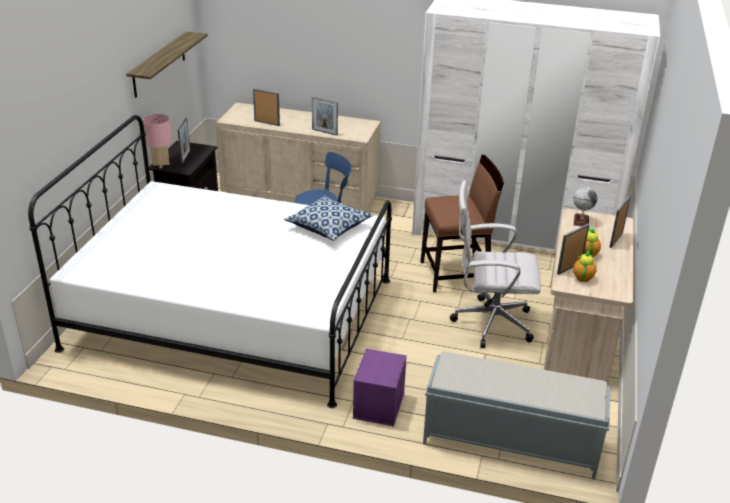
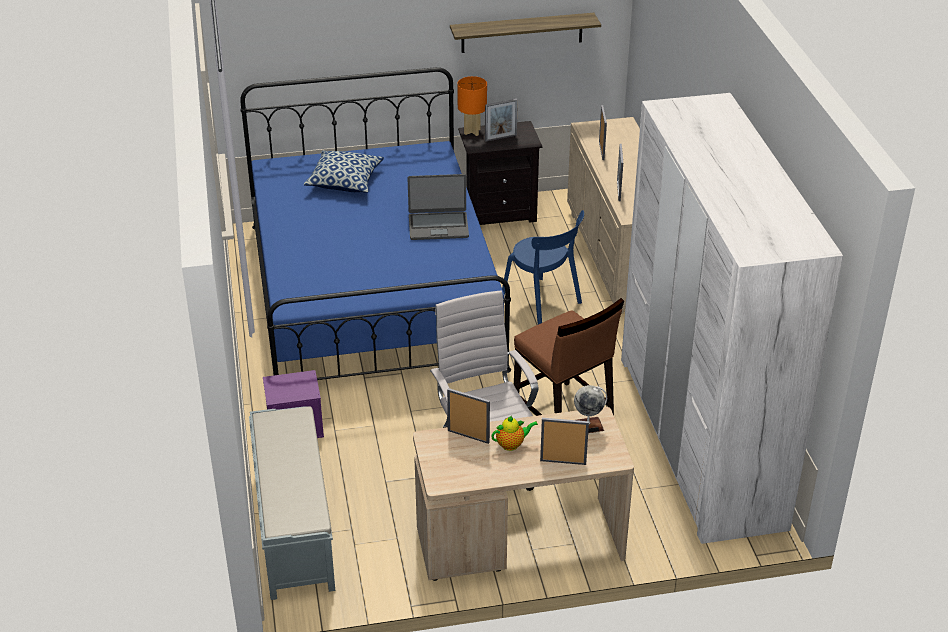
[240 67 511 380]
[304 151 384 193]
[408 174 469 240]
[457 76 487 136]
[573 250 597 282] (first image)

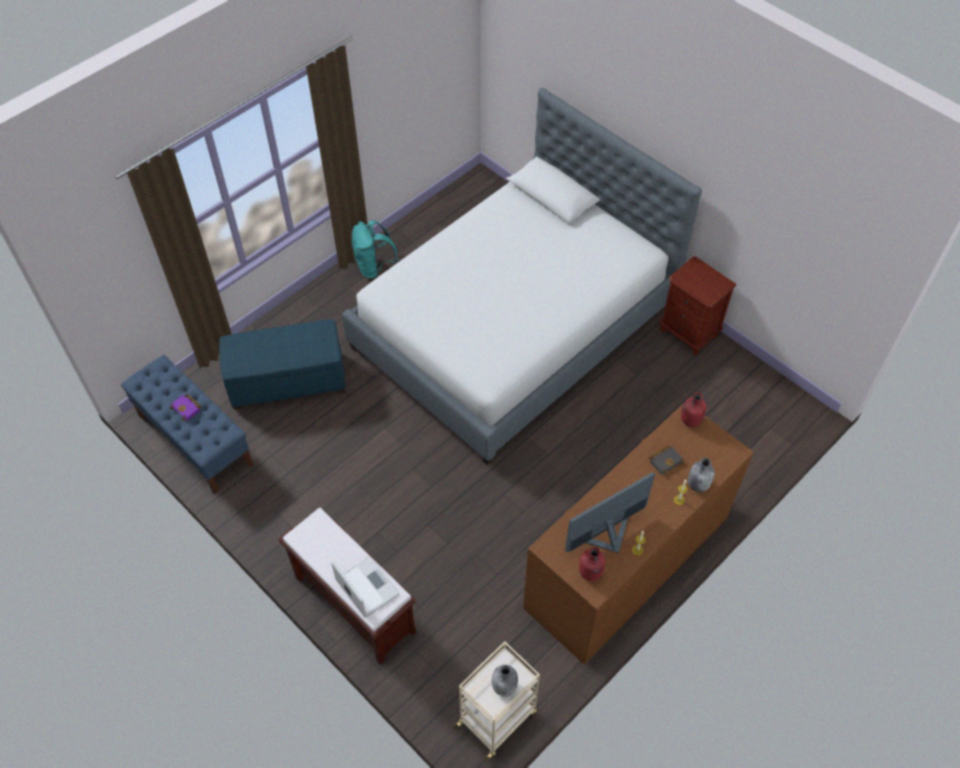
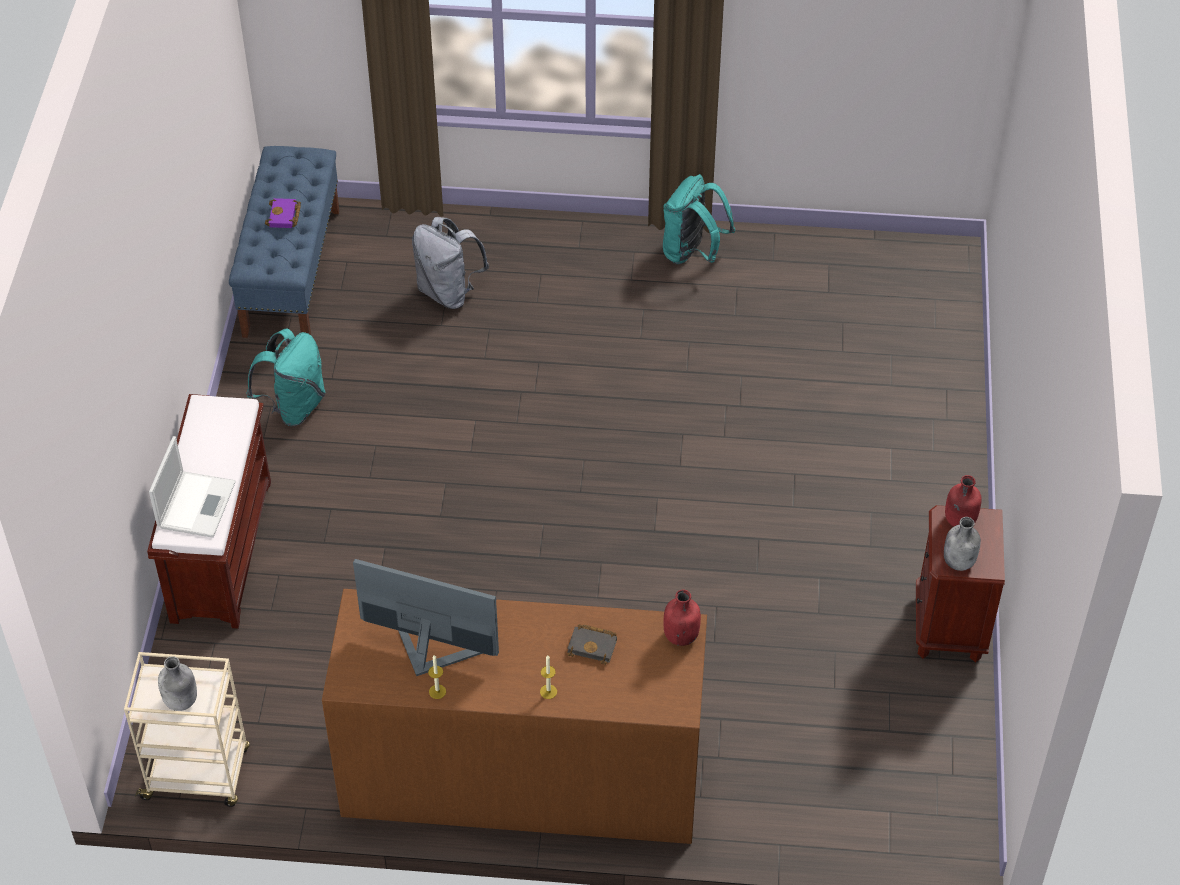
[246 328 326 426]
[412 217 489 309]
[944 517 981 571]
[945 475 982 527]
[342 88 702 465] (first image)

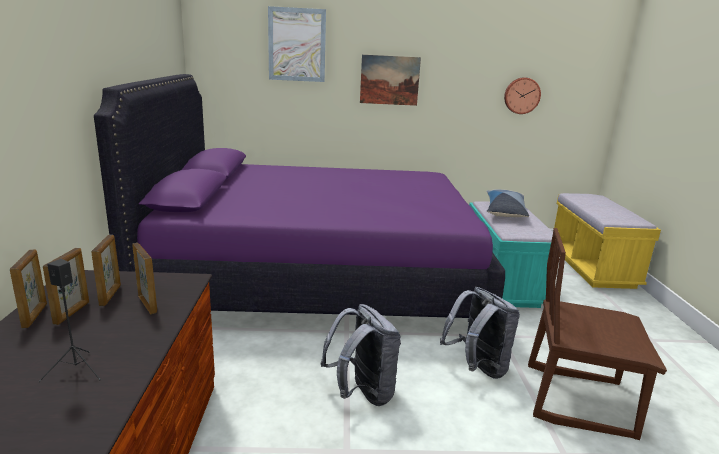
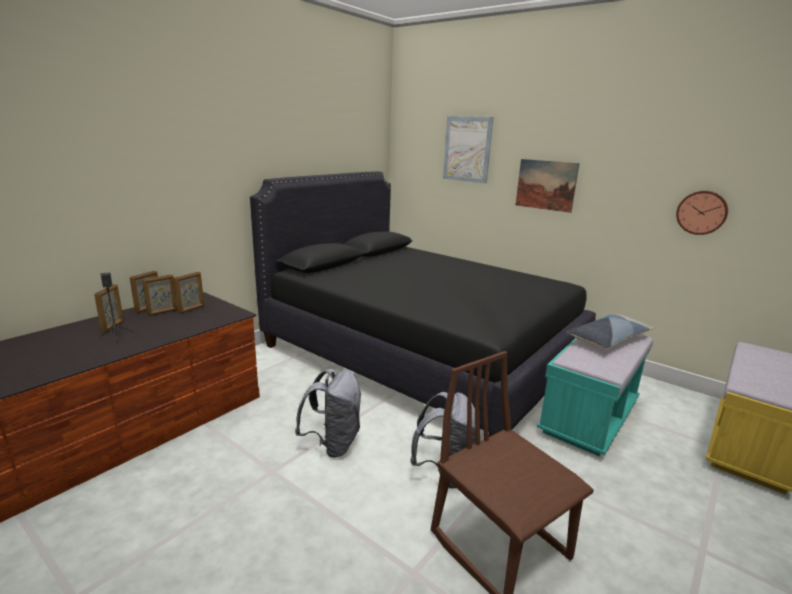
[94 284 124 333]
[250 171 596 437]

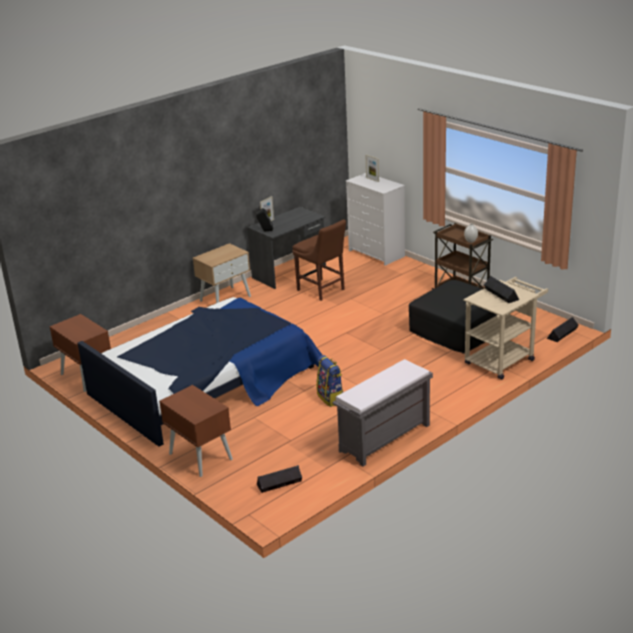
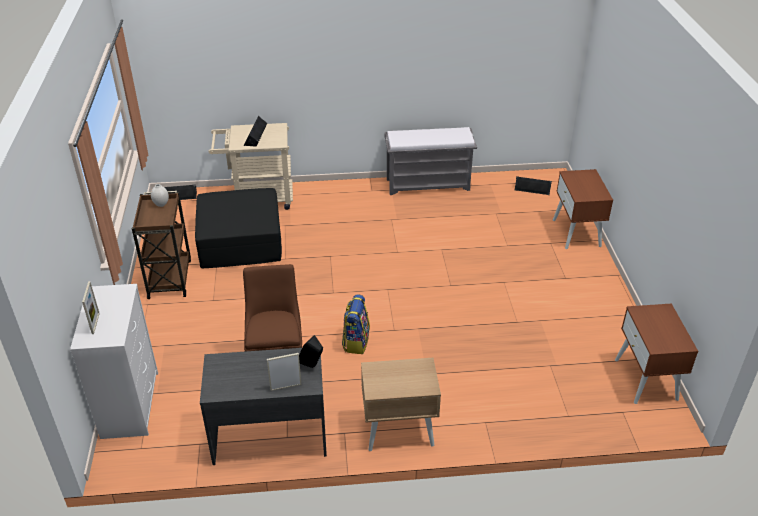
[342 294 370 354]
[78 297 322 447] (first image)

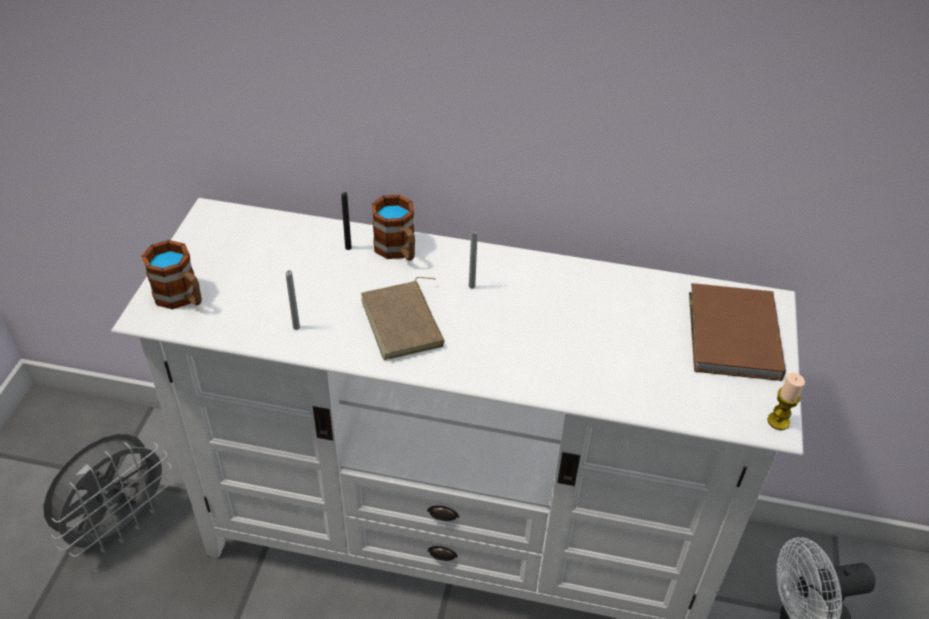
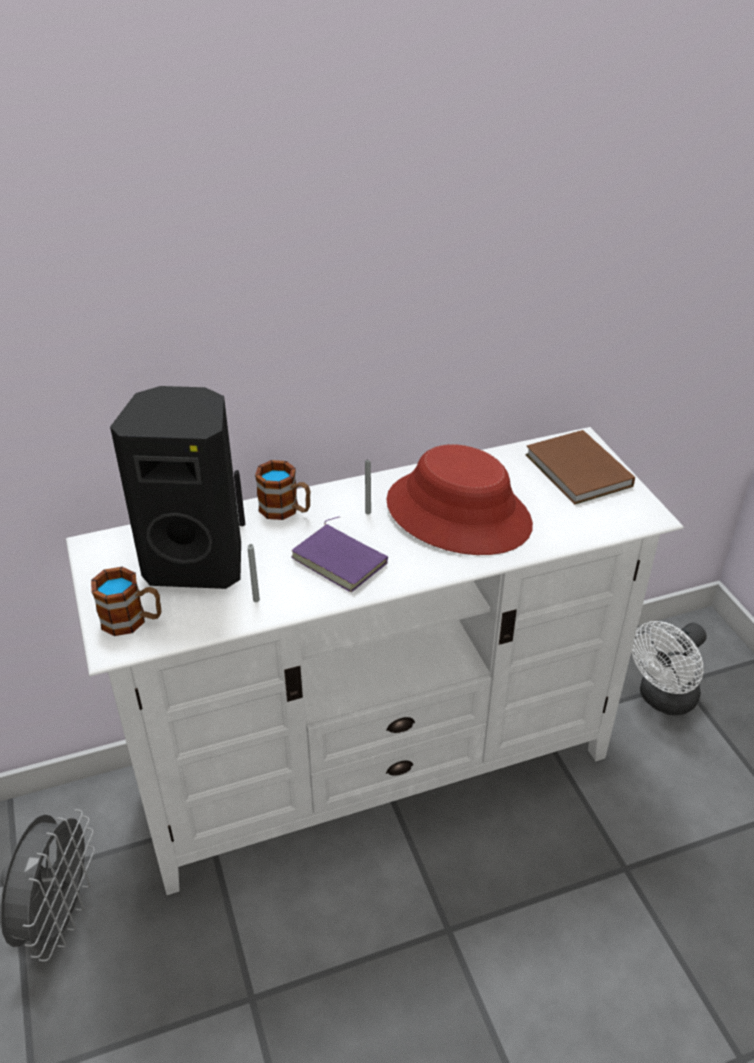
[110 386 241 589]
[291 516 388 592]
[386 444 533 555]
[767 373 805 430] (first image)

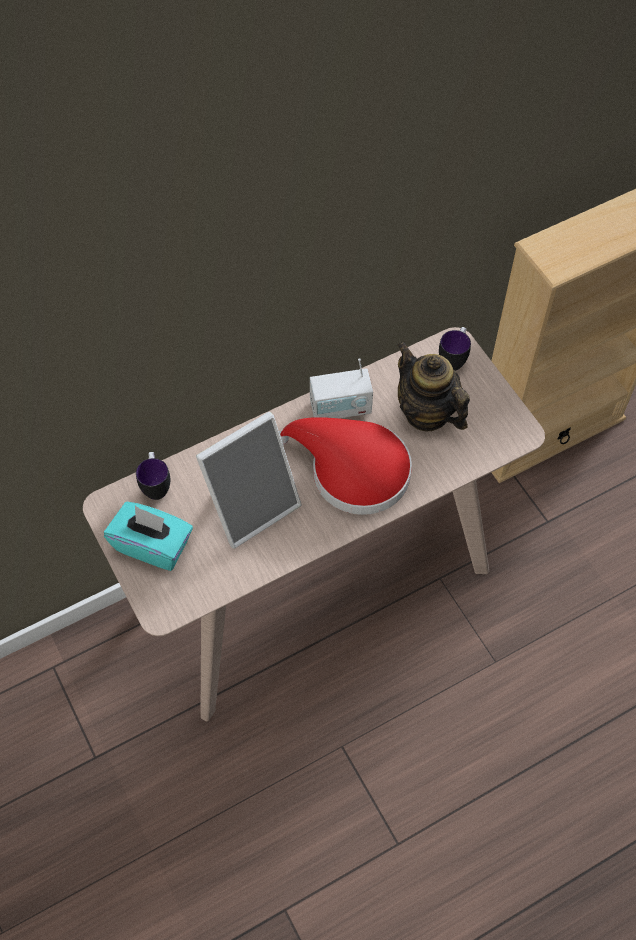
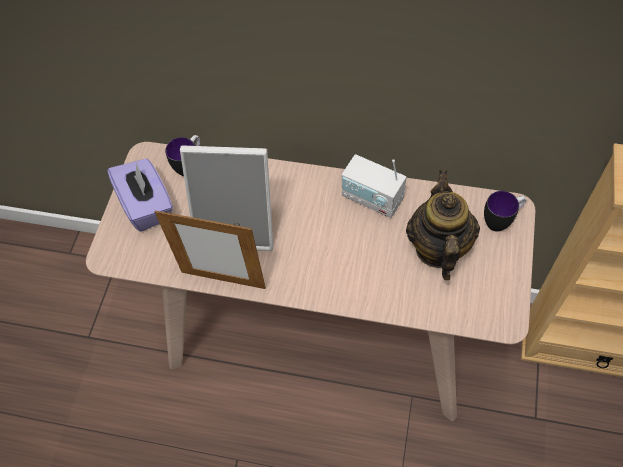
[107 159 173 232]
[155 210 266 289]
[279 417 412 515] (first image)

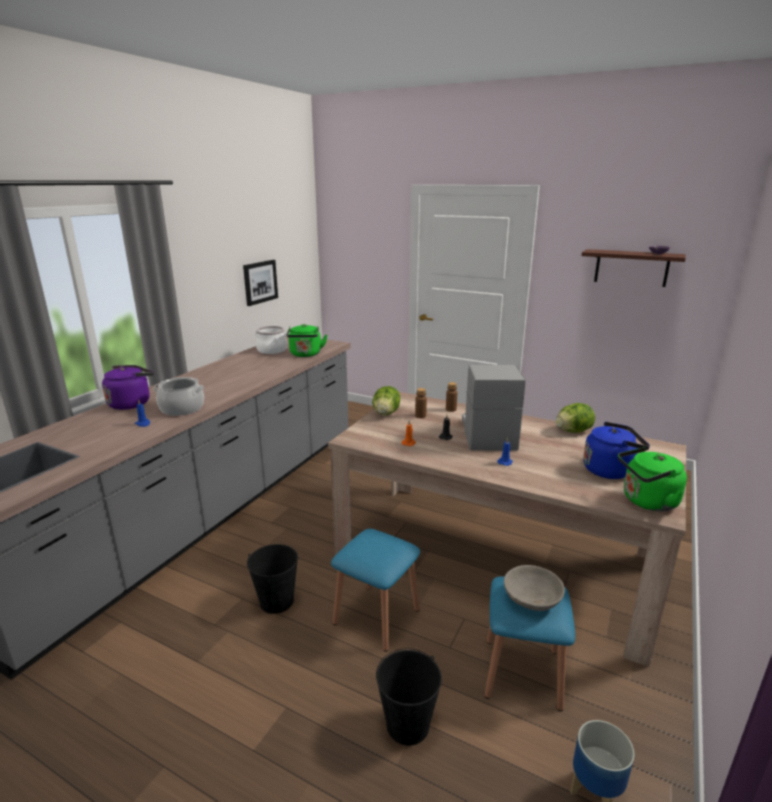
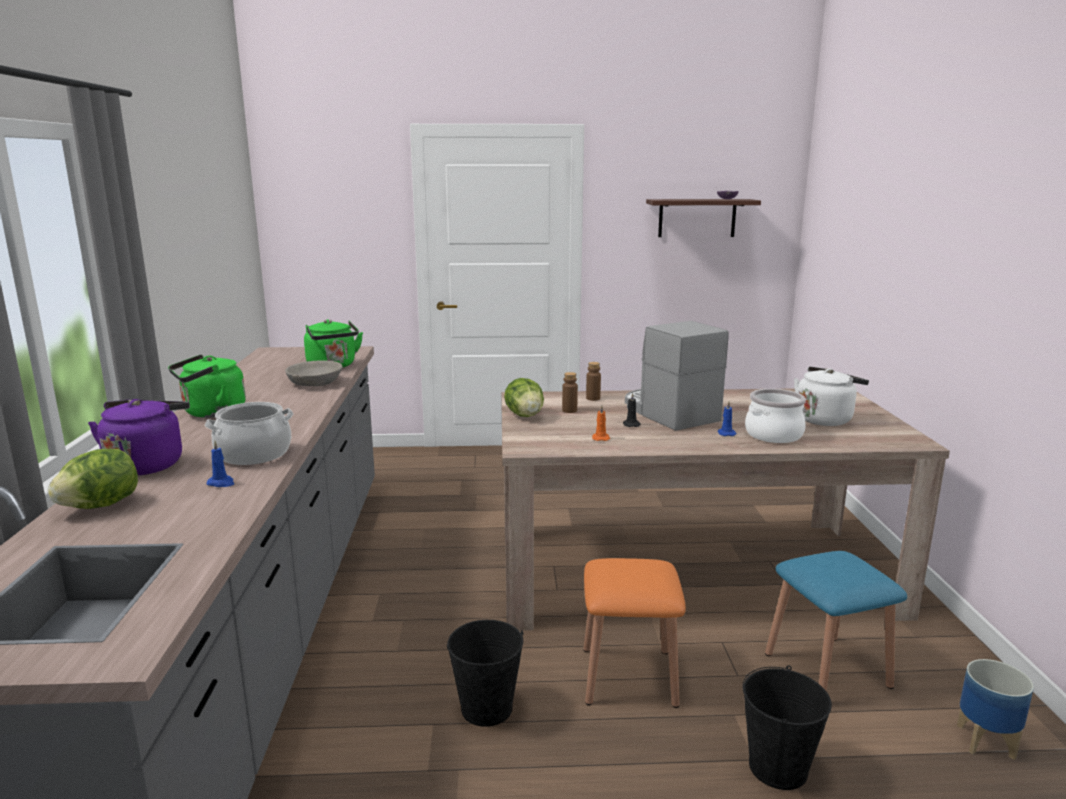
[48 449 138 509]
[168 354 246 418]
[285 360 342 386]
[583 558 686 708]
[745 389 806 443]
[794 367 869 426]
[243 260 278 306] (first image)

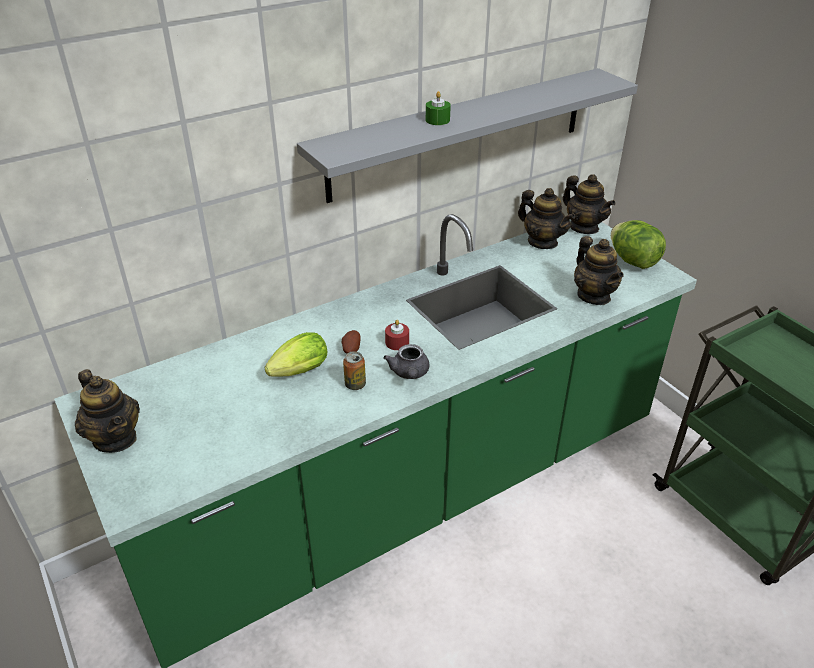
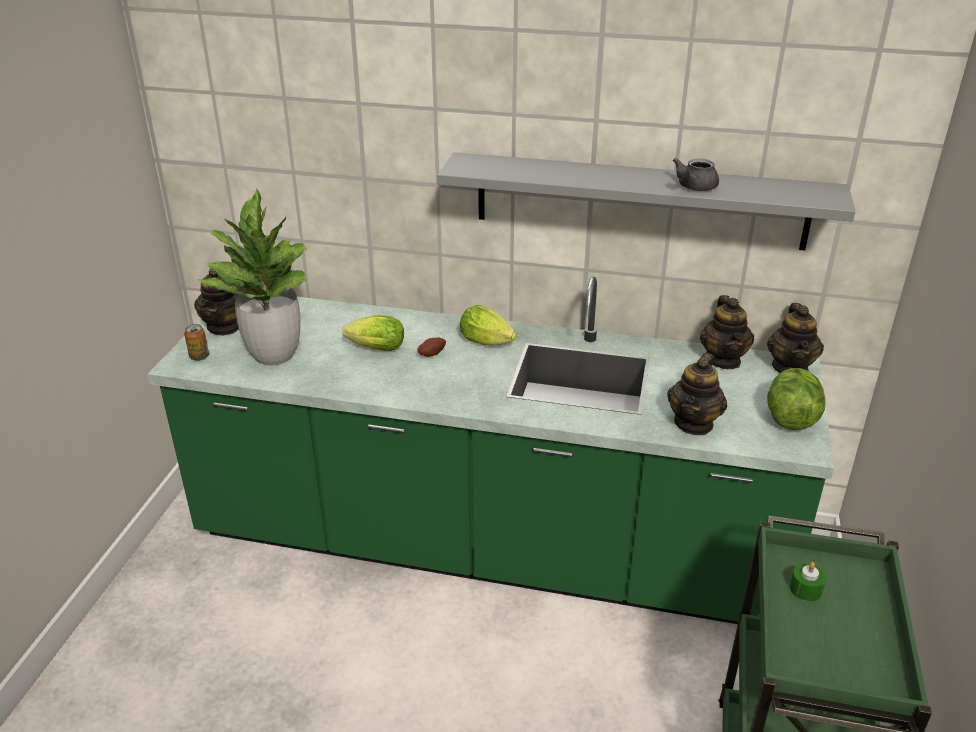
[184 324 209 361]
[197 189 307 365]
[460 305 516 346]
[673 158 719 191]
[790 562 826 601]
[385 320 409 350] (first image)

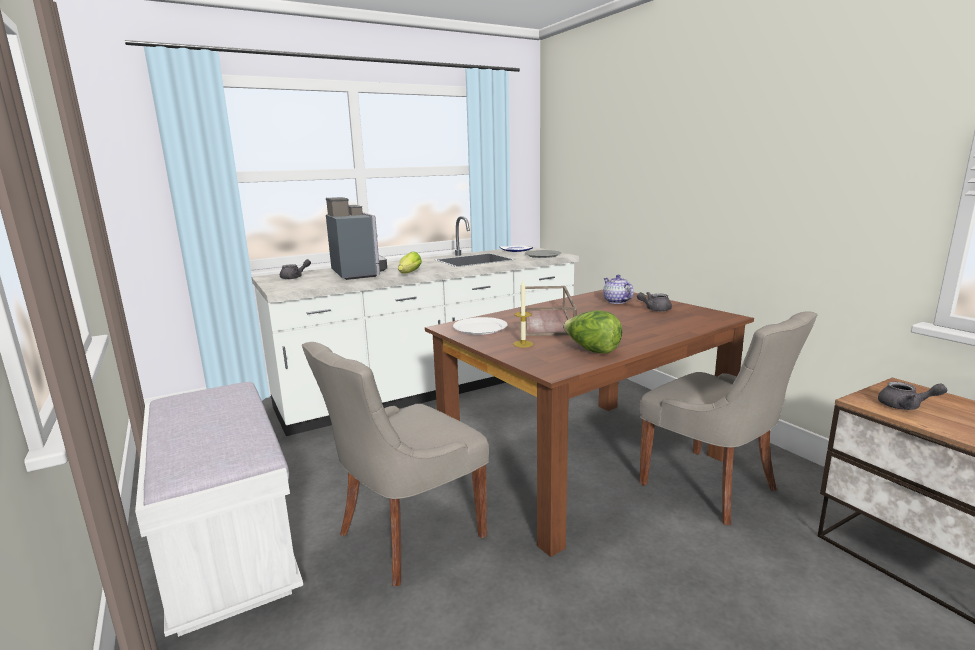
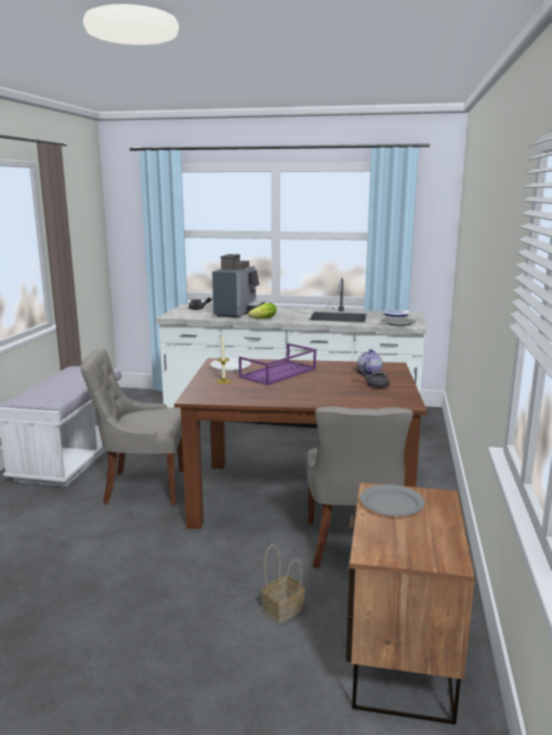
[239 343 316 385]
[261 545 305 624]
[360 484 425 516]
[563 310 622 353] (first image)

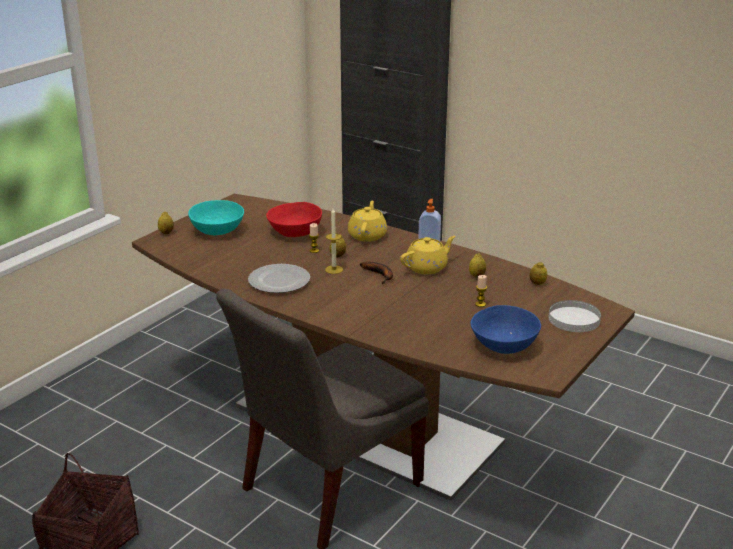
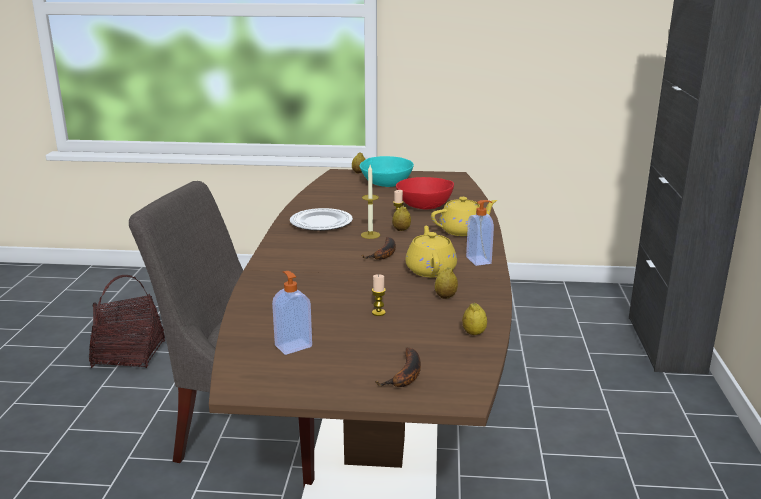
[272 271 312 355]
[375 347 421 387]
[405 226 457 277]

